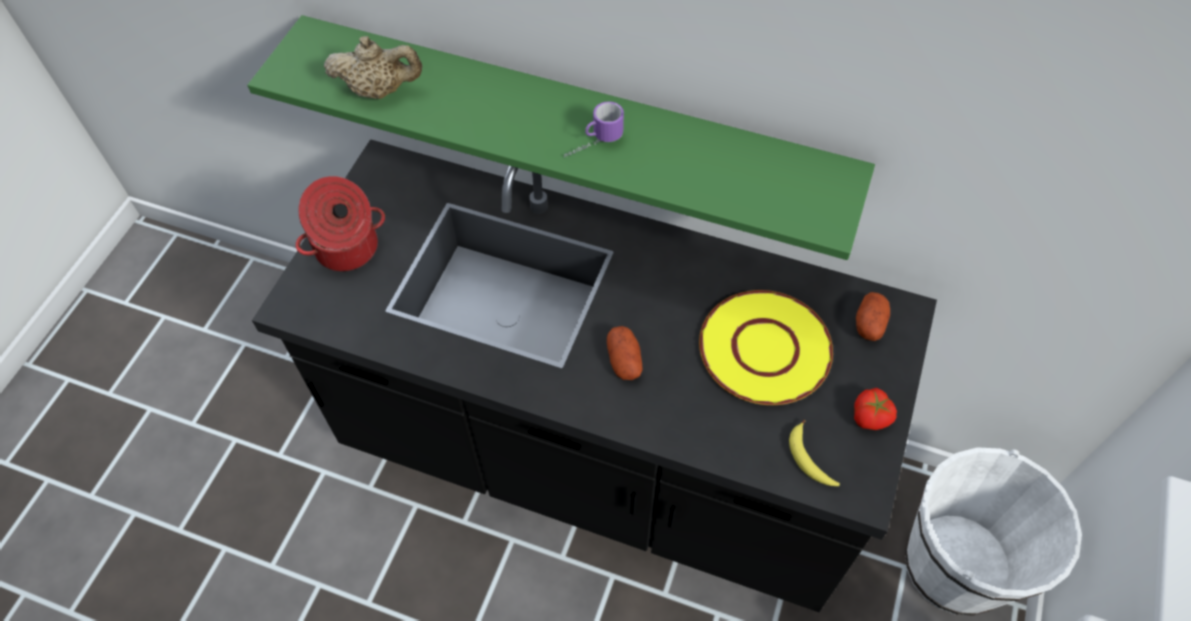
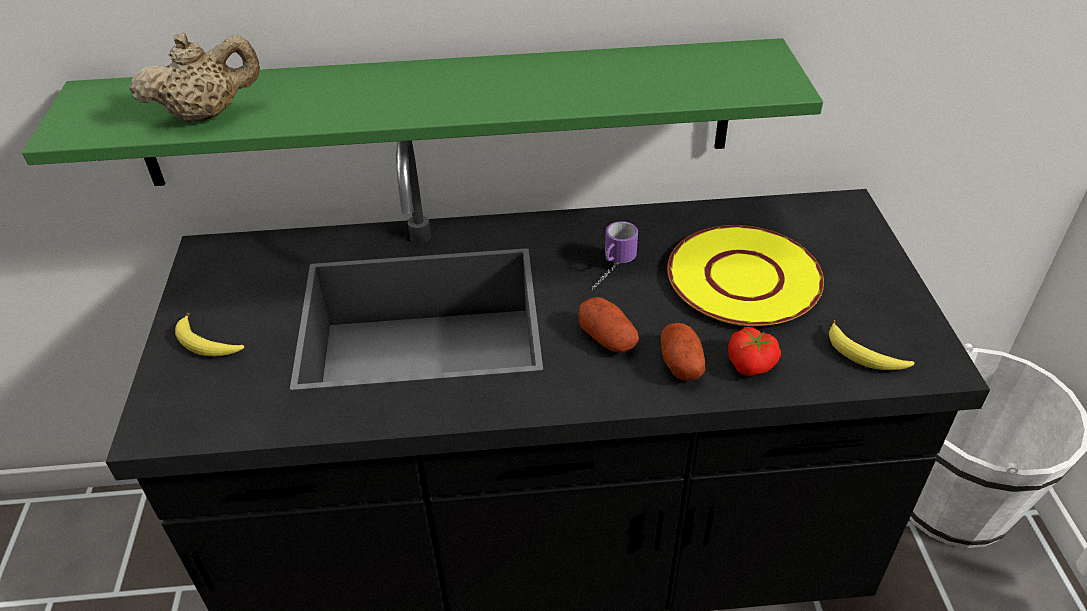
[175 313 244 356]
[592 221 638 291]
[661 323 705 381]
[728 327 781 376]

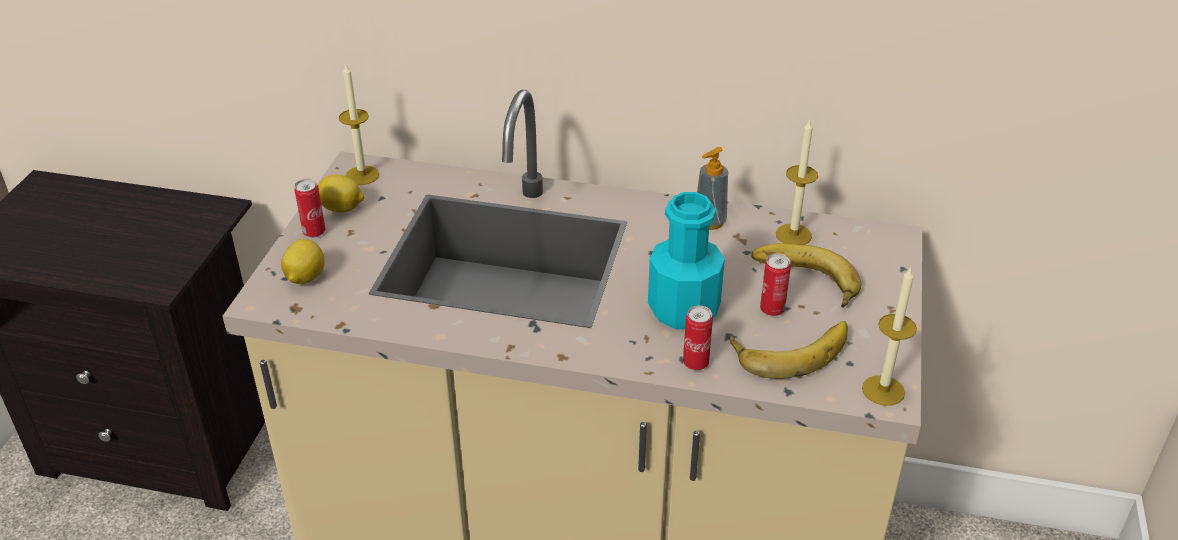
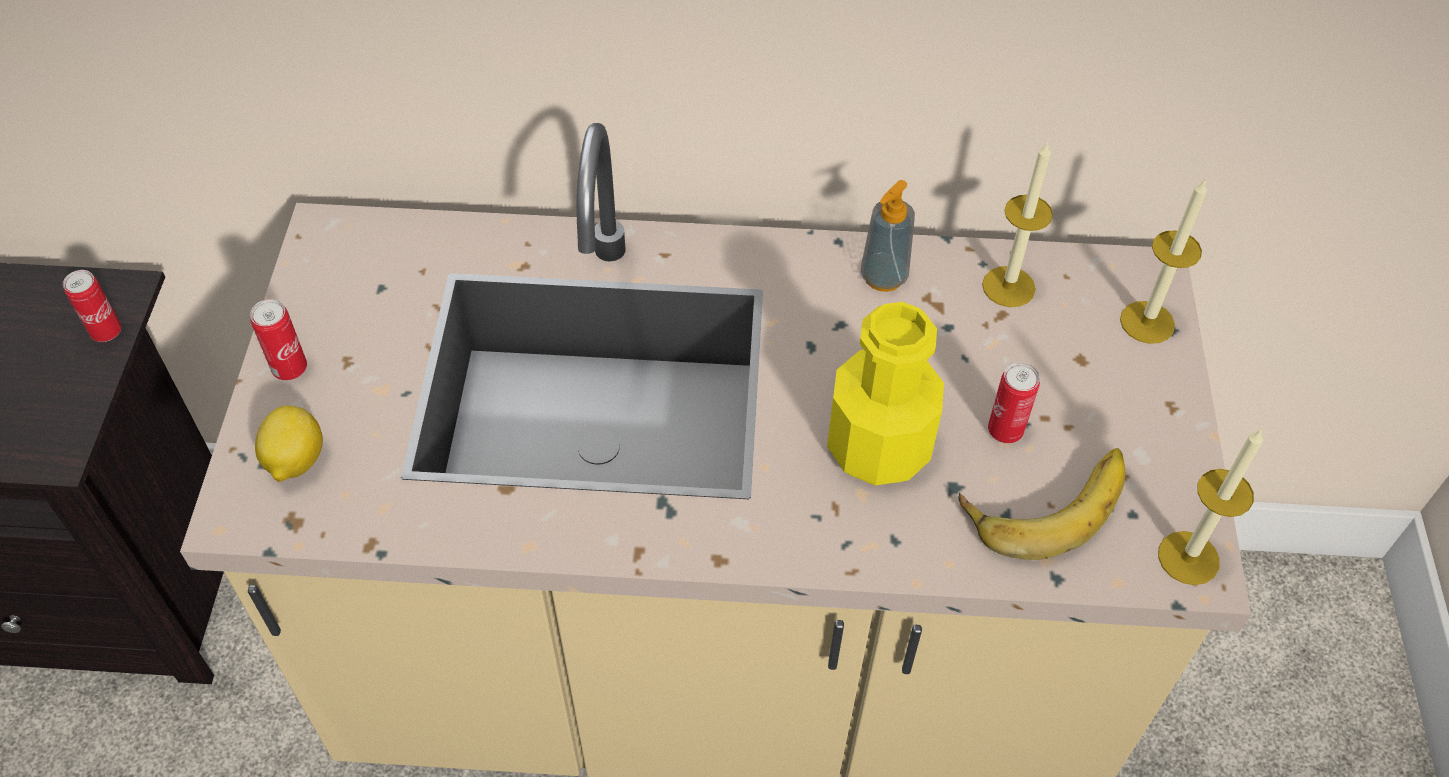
[63 270 121 342]
[827 302 944 485]
[1120 178 1208 344]
[318 175 364 213] (first image)
[751 243 861 308] (first image)

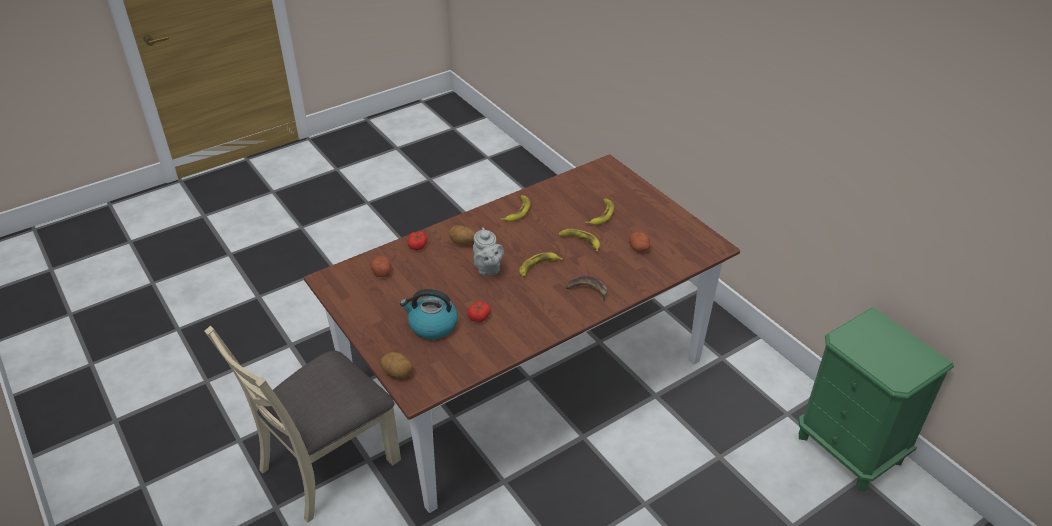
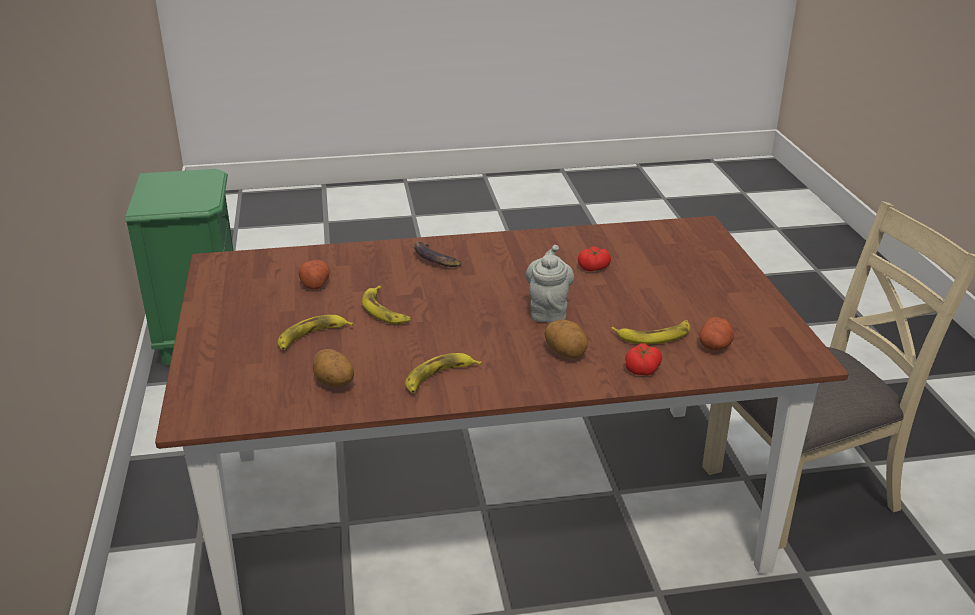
[313 349 354 388]
[611 320 690 344]
[400 289 458 339] (first image)

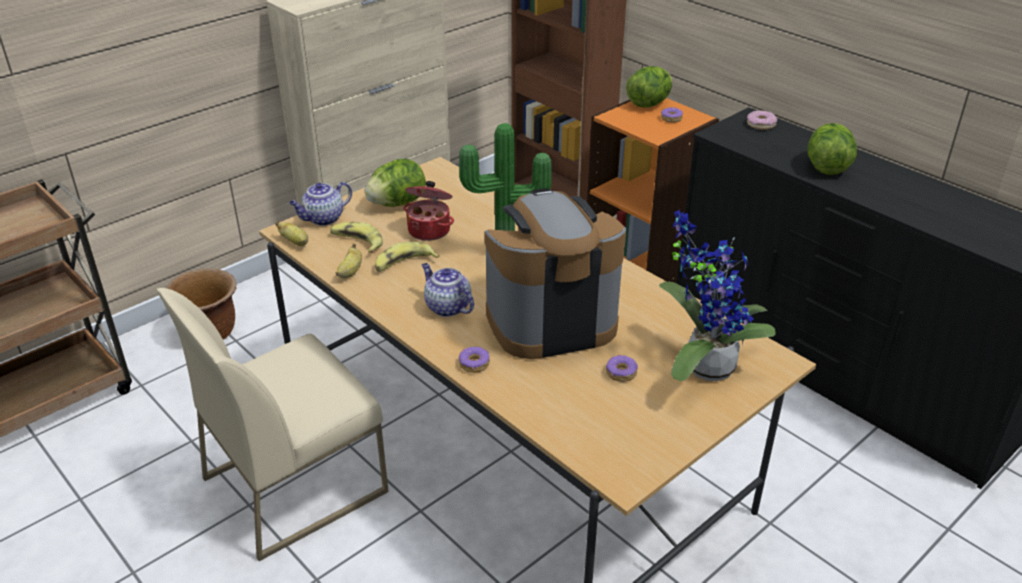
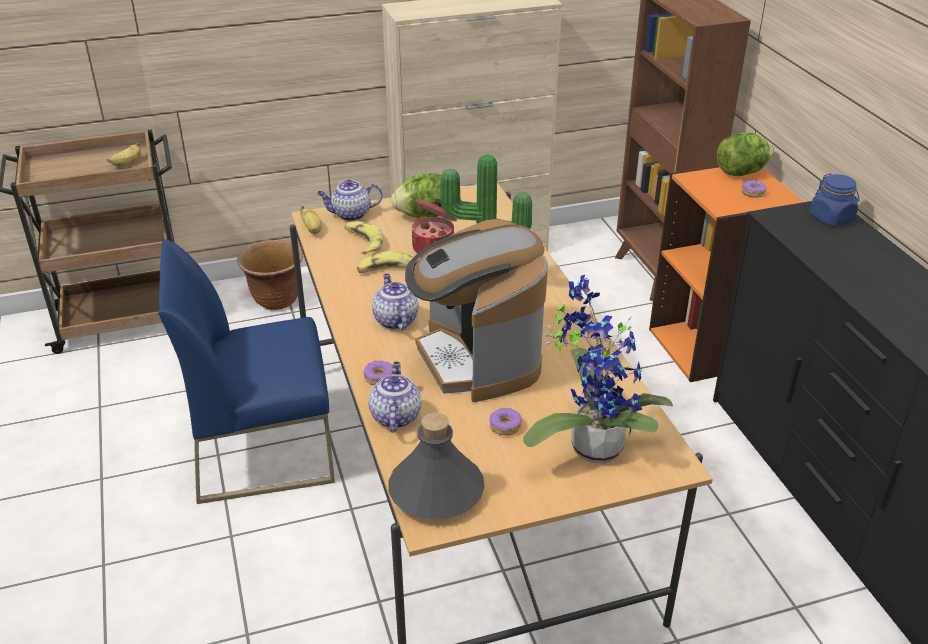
[107 142 141 167]
[158 239 335 504]
[368 361 422 433]
[389 412 484 520]
[405 219 548 402]
[810 173 860 226]
[807 123 857 175] (first image)

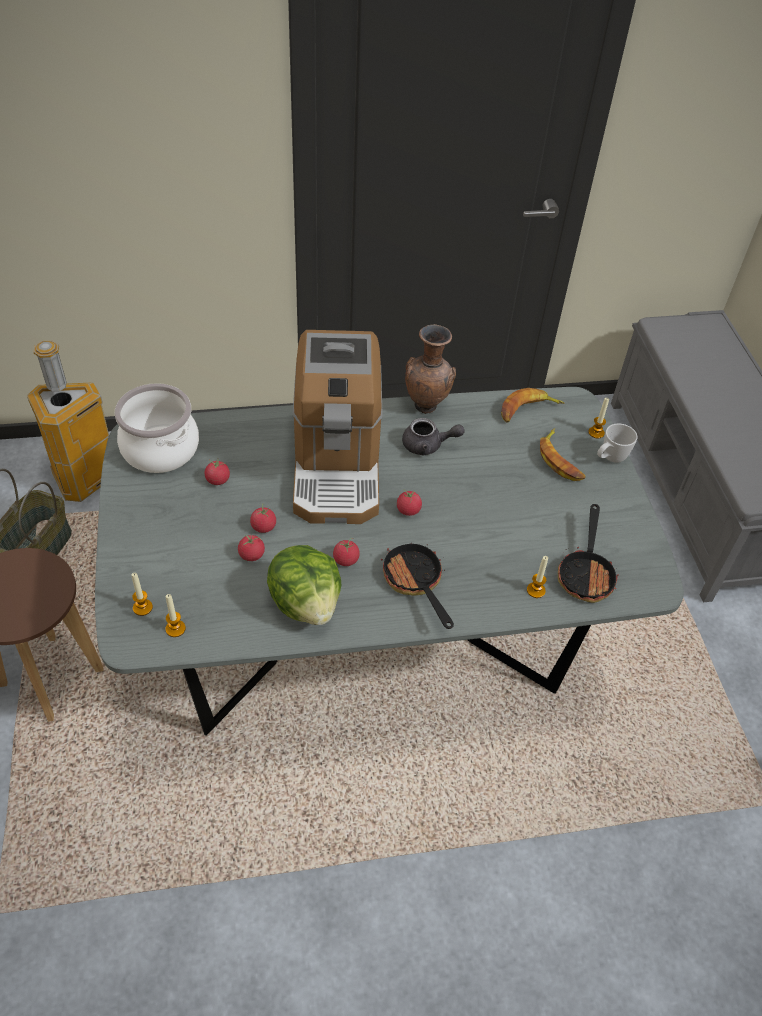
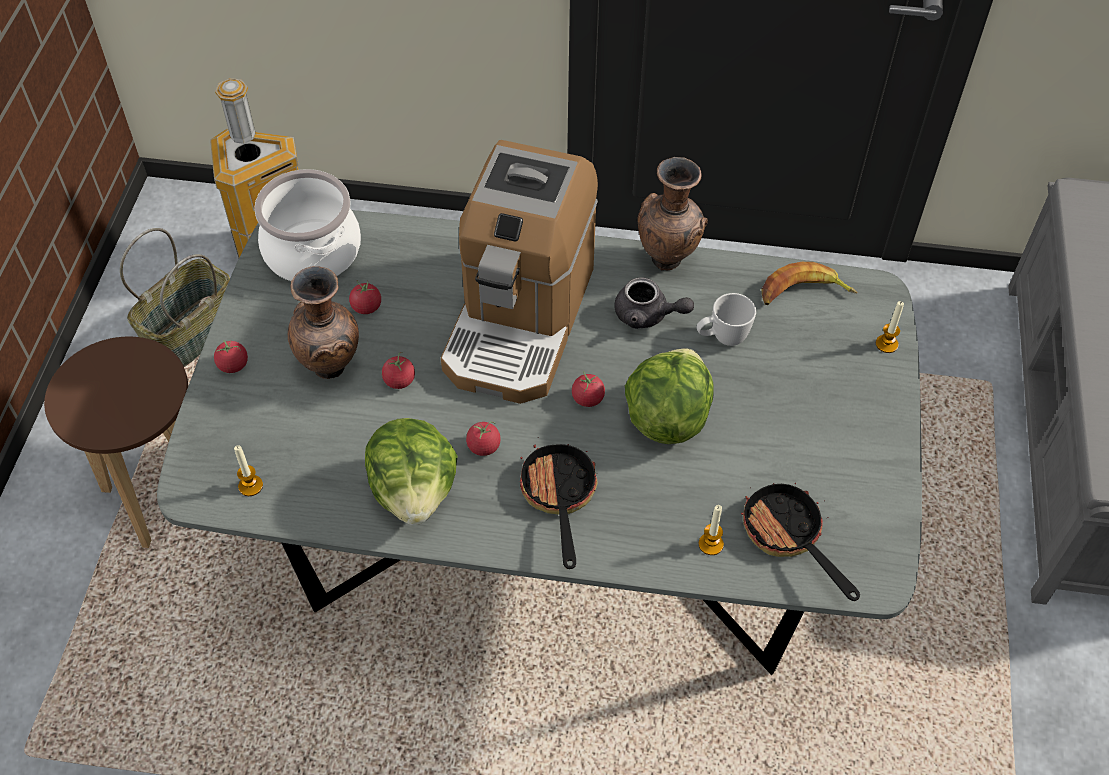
[214 340 248 373]
[288 266 359 379]
[625 348 714 444]
[697 293 756 346]
[741 483 860 601]
[131 573 153 616] (first image)
[540 428 585 481] (first image)

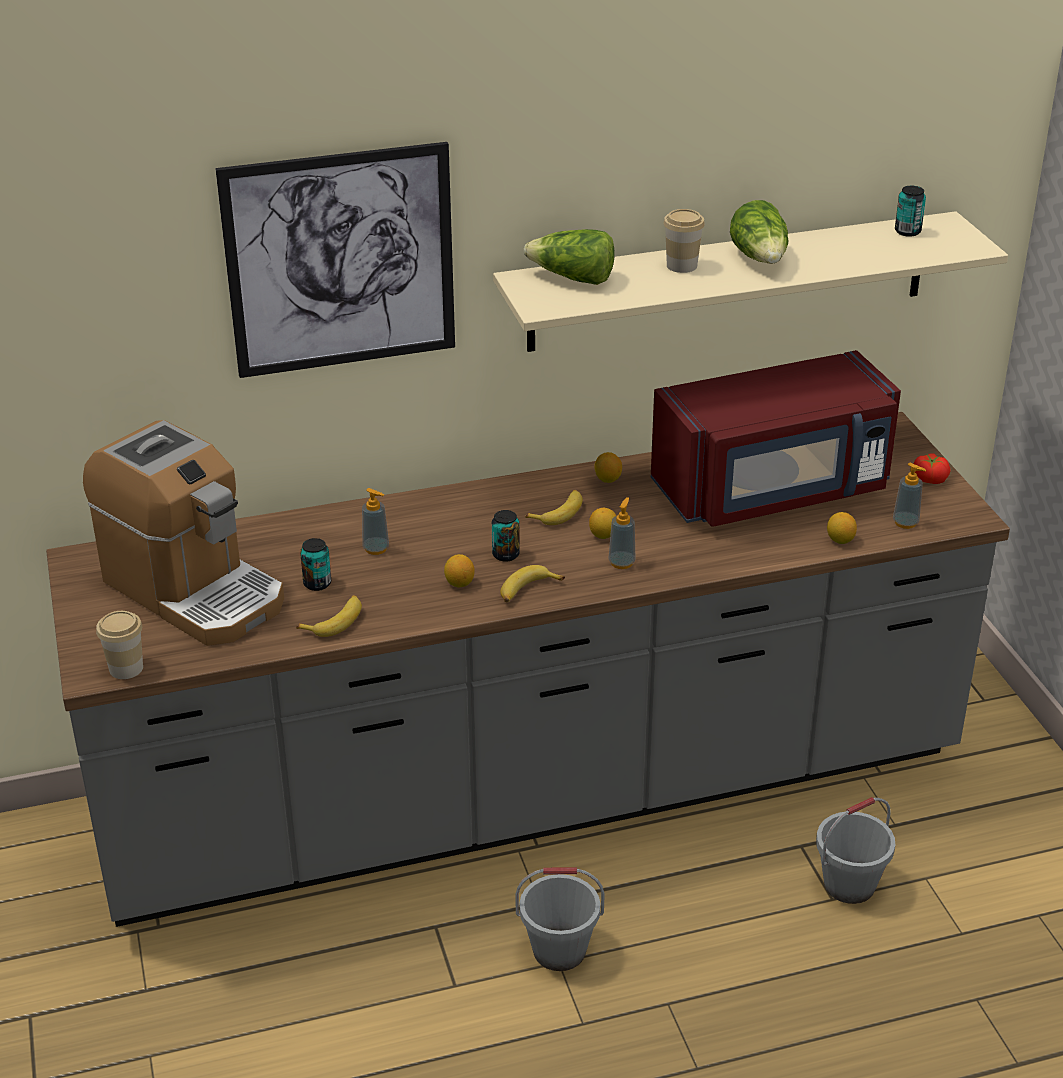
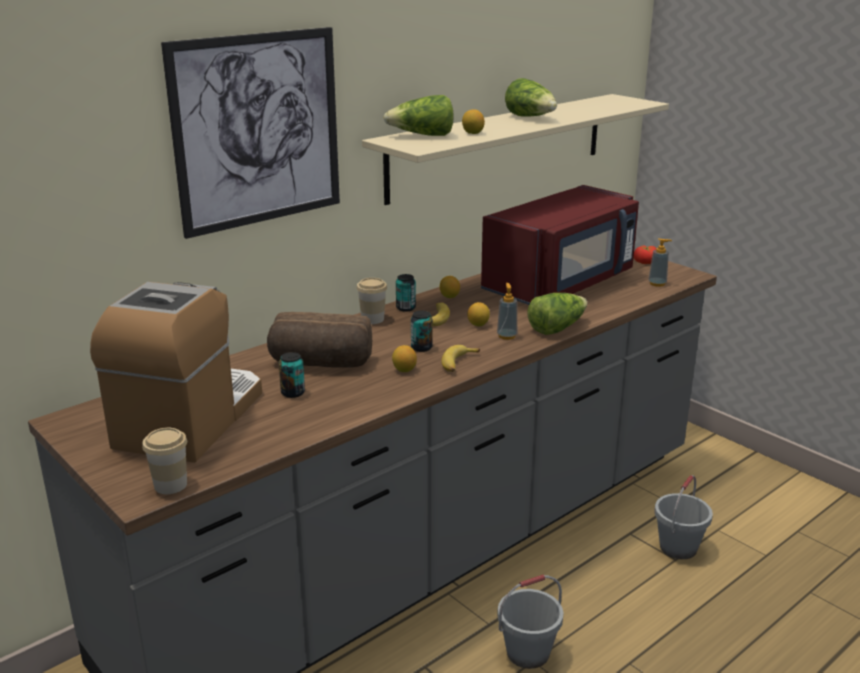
[90 282 262 463]
[267 312 372 368]
[357 278 387 324]
[396 274 416 312]
[462 109 485 134]
[527 293 588 335]
[296 595 362 637] (first image)

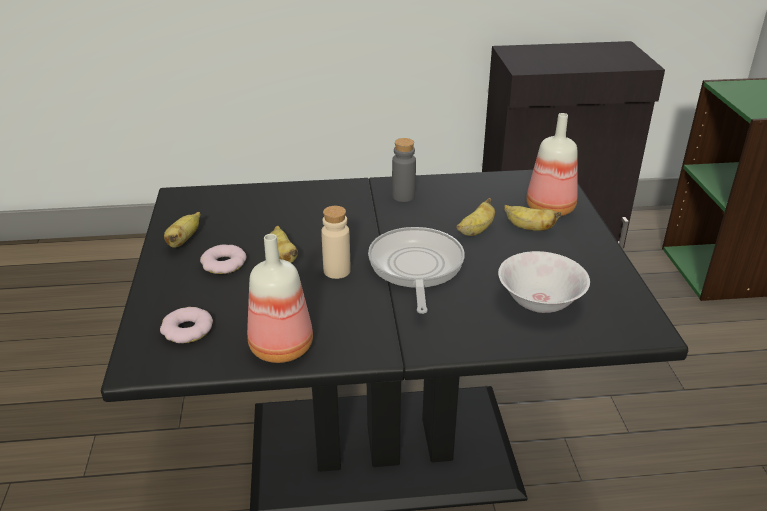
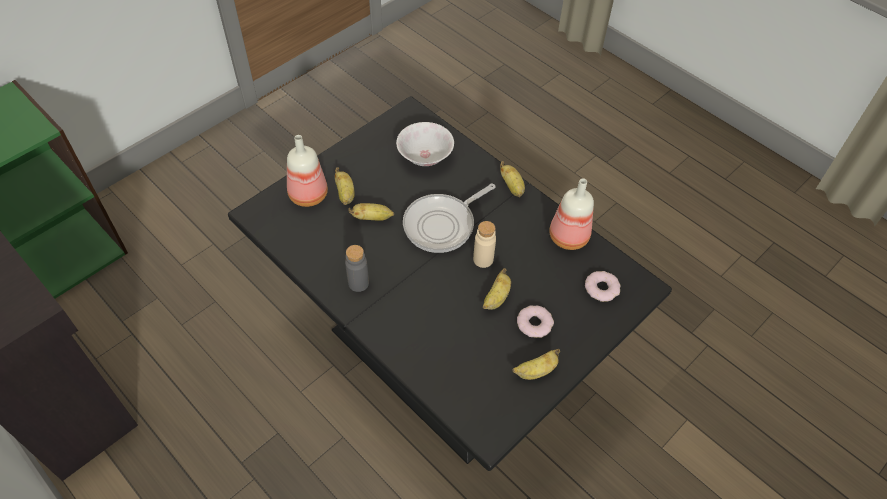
[500 161 525 197]

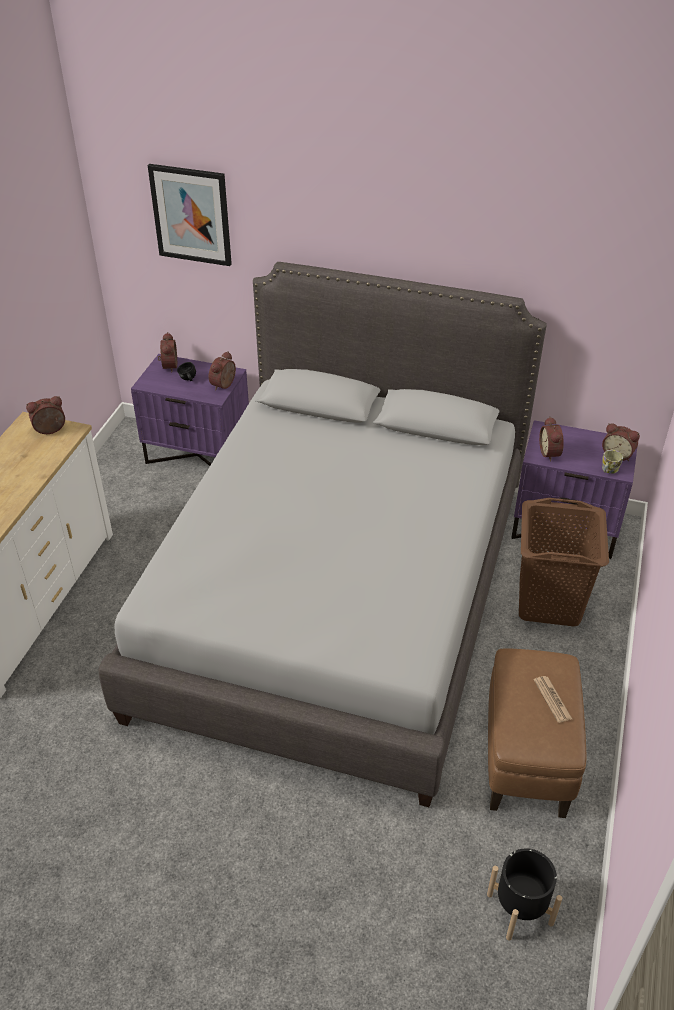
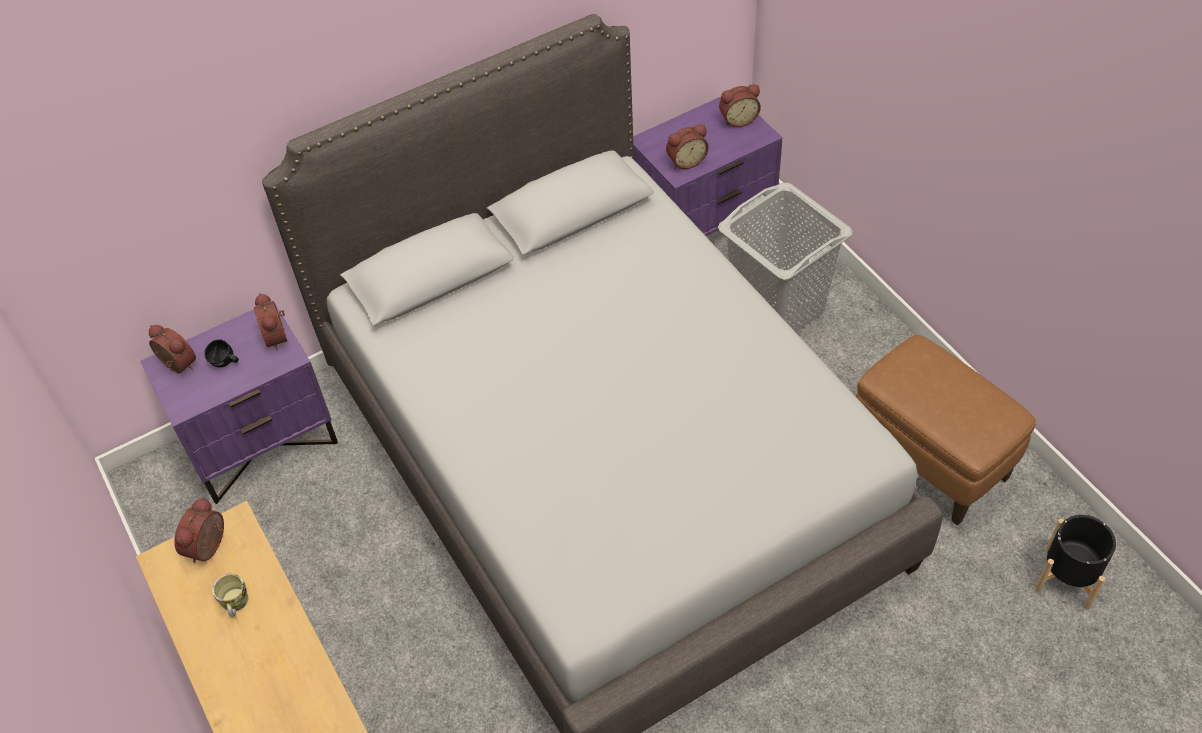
[212 573 248 617]
[666 124 709 169]
[718 182 853 332]
[148 164 232 266] (first image)
[534 676 572 723] (first image)

